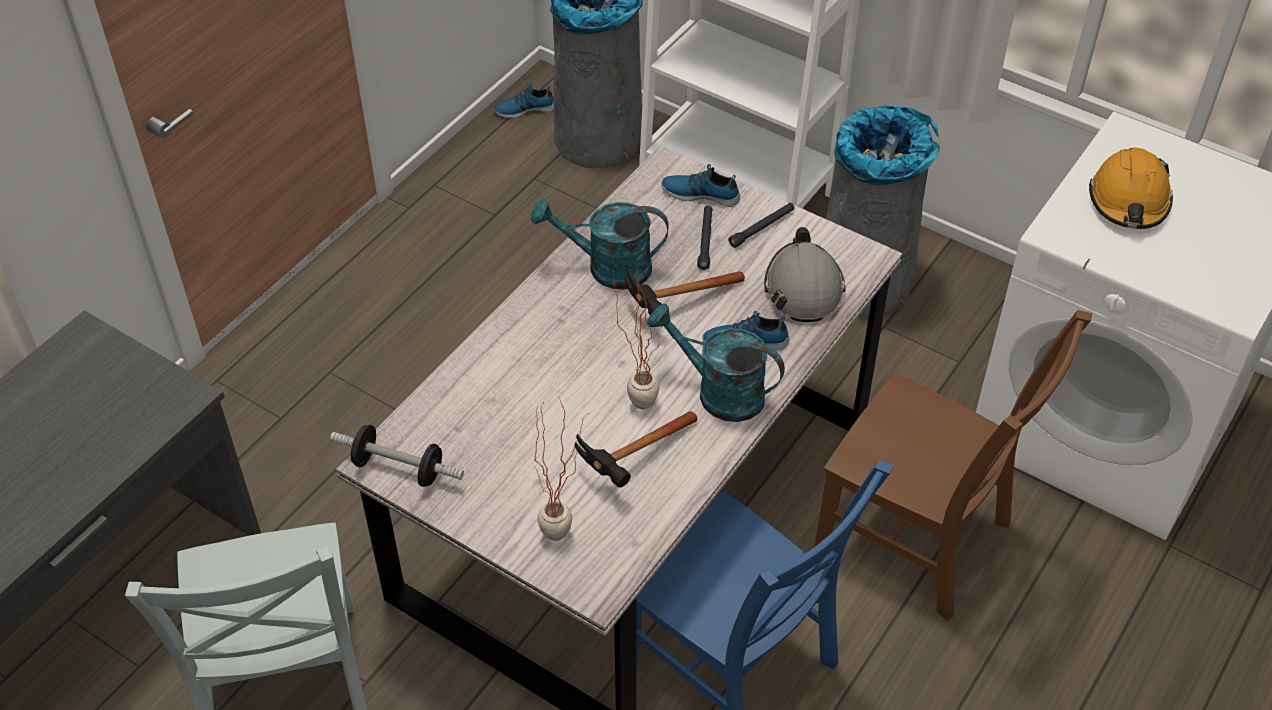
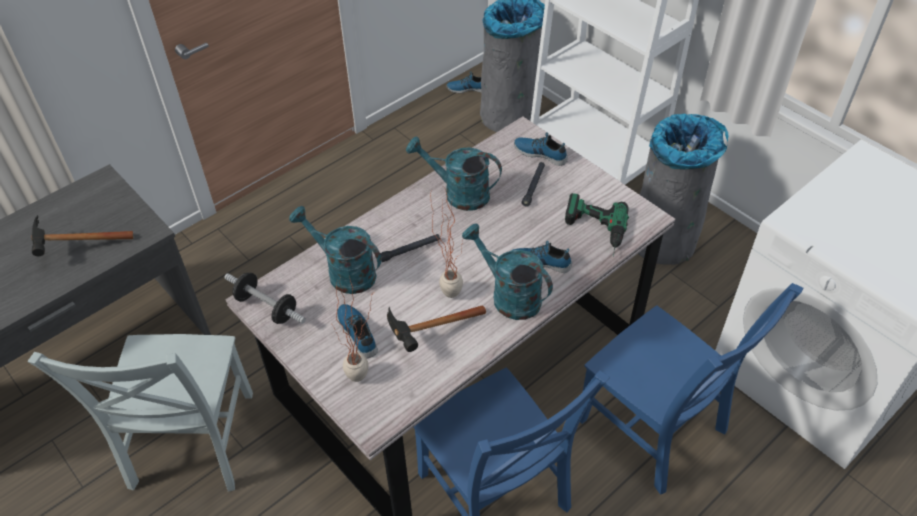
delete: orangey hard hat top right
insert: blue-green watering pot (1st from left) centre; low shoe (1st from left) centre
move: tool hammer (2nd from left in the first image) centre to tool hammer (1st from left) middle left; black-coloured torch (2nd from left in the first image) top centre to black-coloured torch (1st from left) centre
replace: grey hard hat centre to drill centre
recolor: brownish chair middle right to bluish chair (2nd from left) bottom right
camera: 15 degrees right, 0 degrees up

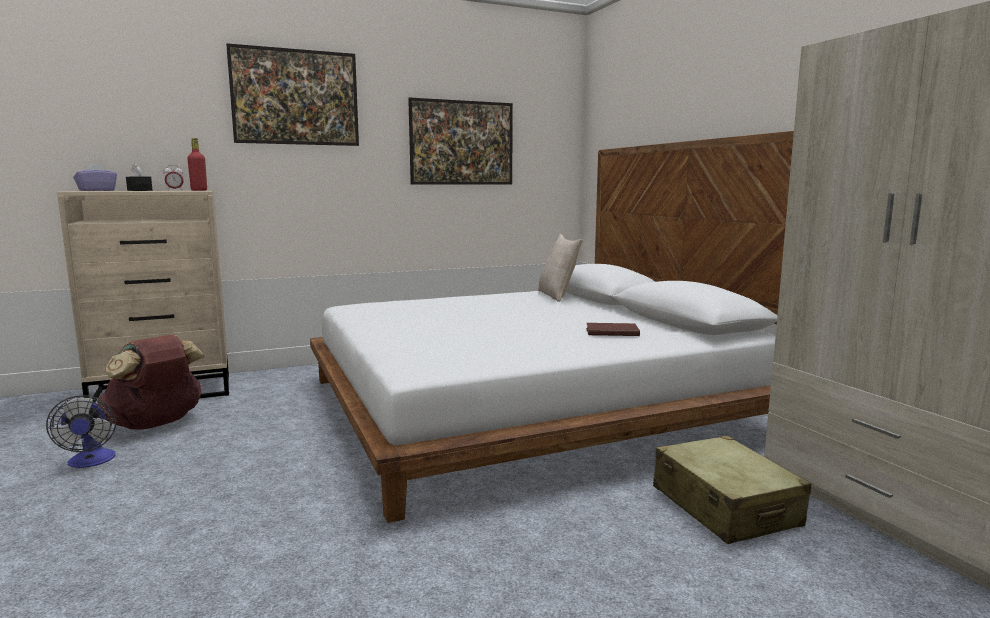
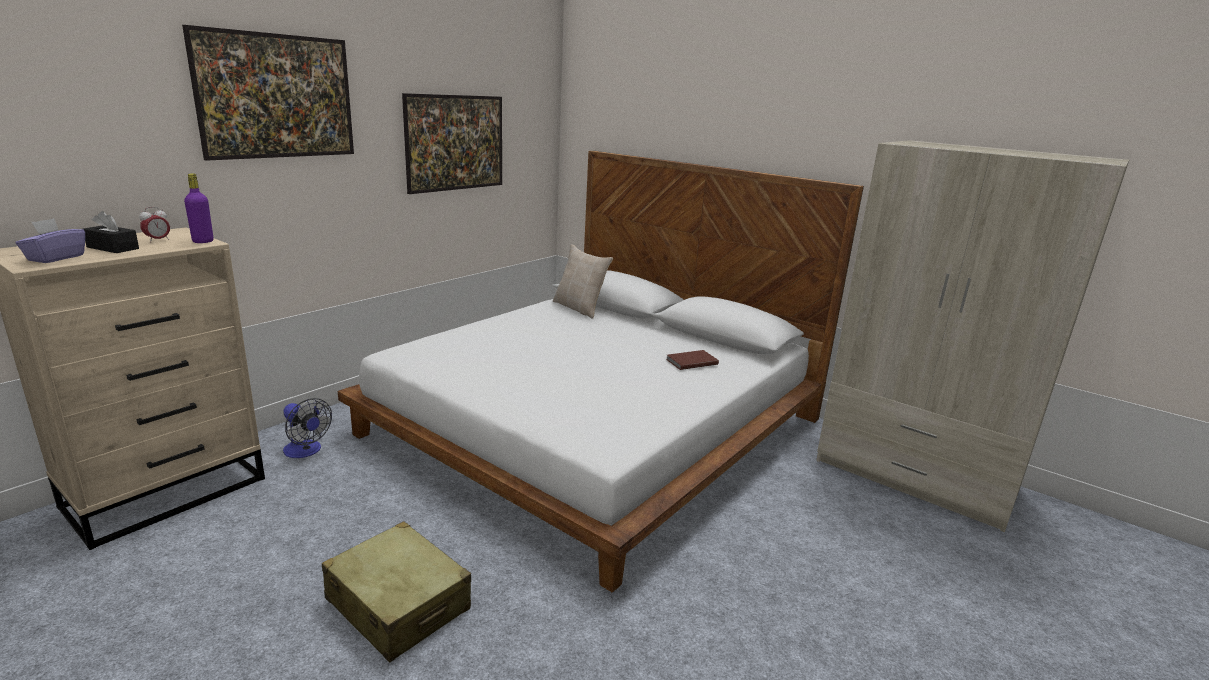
delete: brownish knapsack middle left
move: electric fan bottom left to middle left; sand-coloured travel case bottom right to bottom left
recolor: reddish drink bottle top left to purple-coloured drink bottle top left
camera: 30 degrees left, 10 degrees up

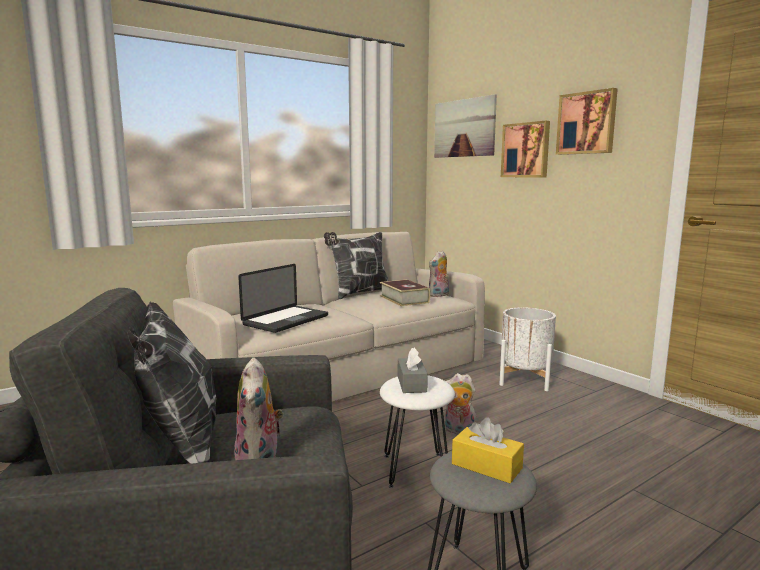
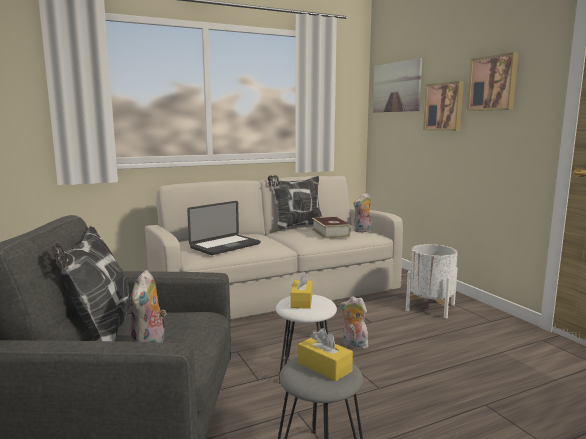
recolor: grey tissue holder centre to yellow-coloured tissue holder (1st from left) centre
camera: 10 degrees right, 0 degrees up

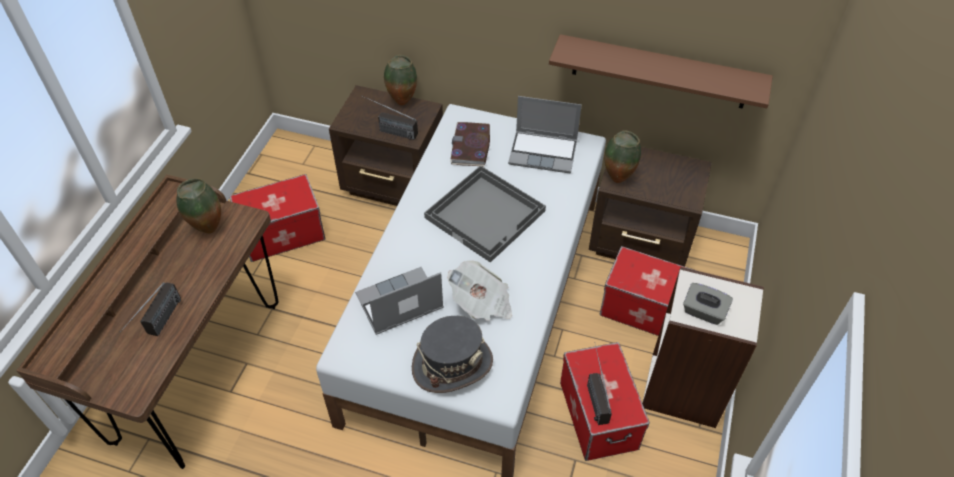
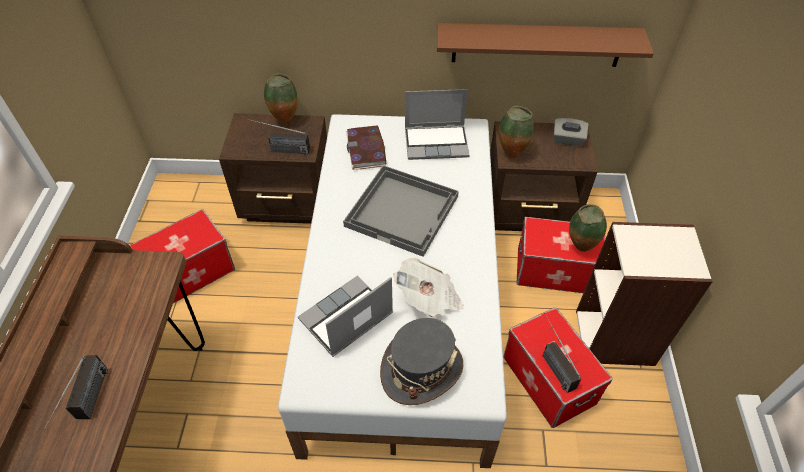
move: decorative vase (1st from left in the first image) middle left to decorative vase (3rd from left) middle right; grey tissue holder middle right to top right
camera: 15 degrees left, 0 degrees up

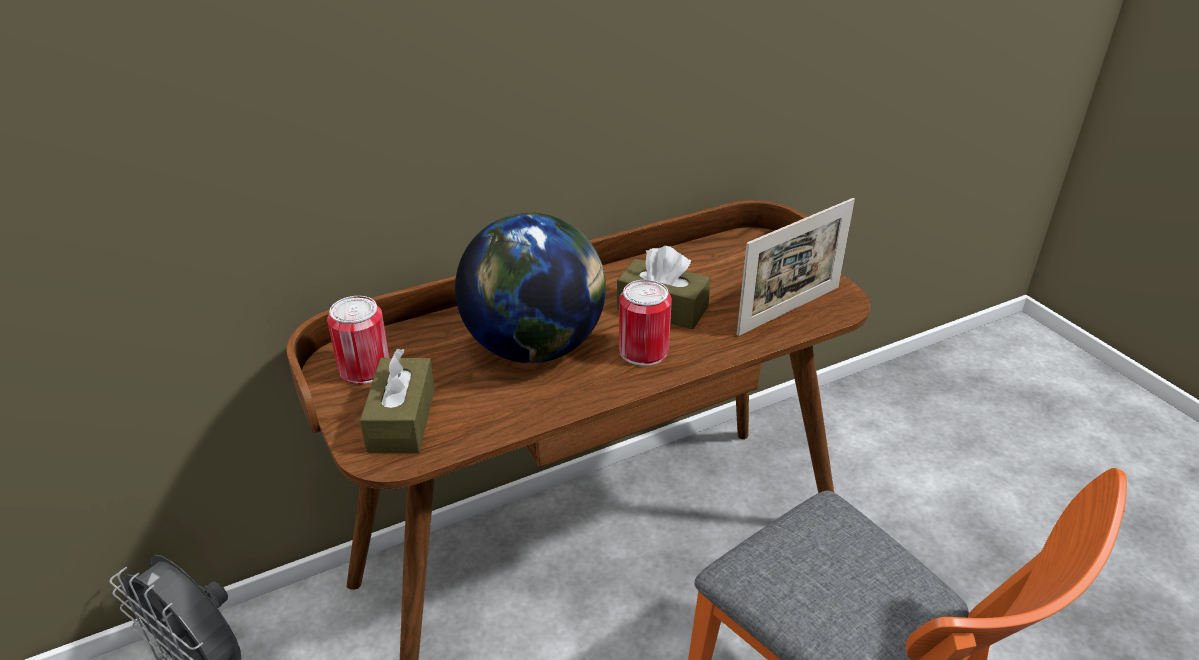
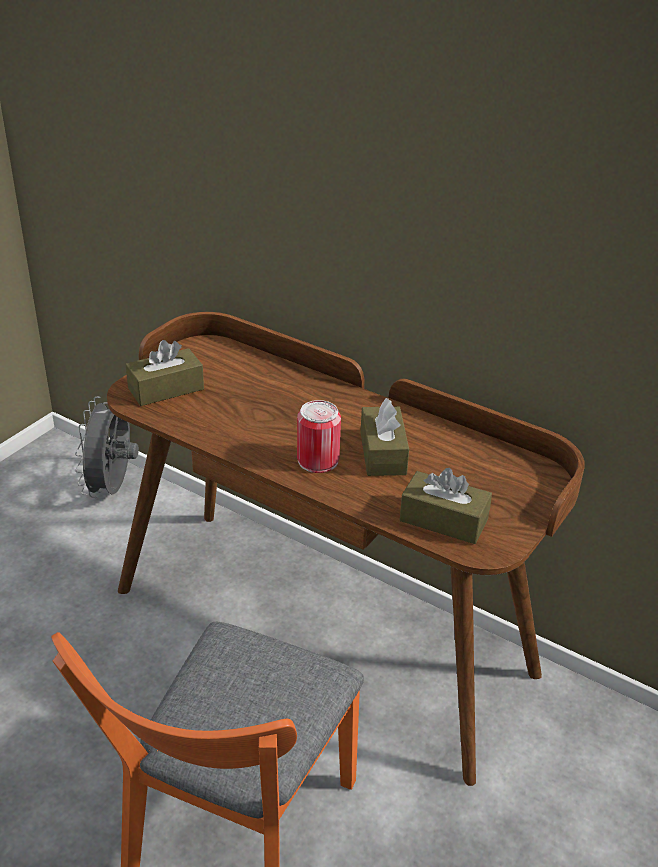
delete: metal can (1st from left) middle left; world globe centre
replace: picture frame centre to brownish tissue holder (3rd from left) middle right
camera: 60 degrees right, 0 degrees up

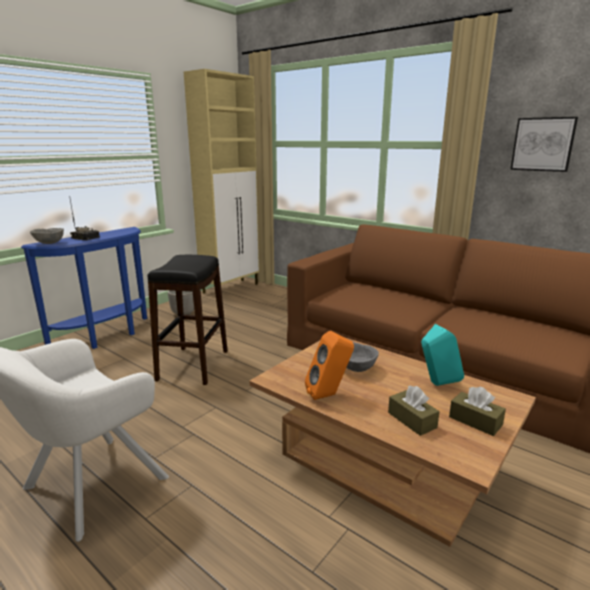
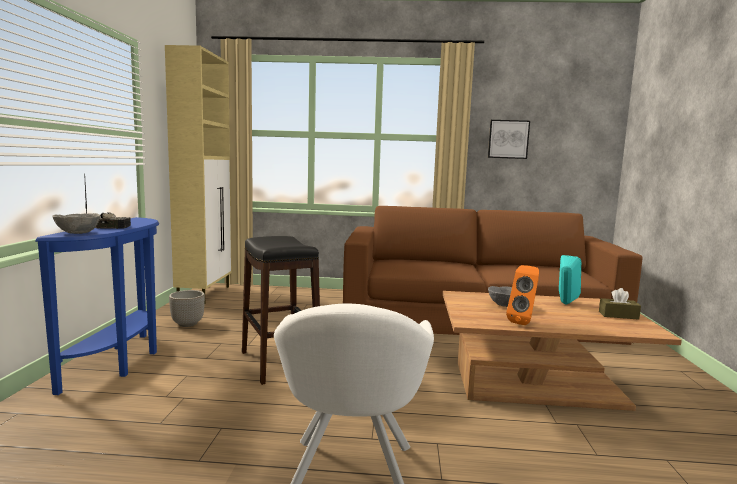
delete: brownish tissue holder (1st from left) bottom right
camera: 35 degrees left, 10 degrees down

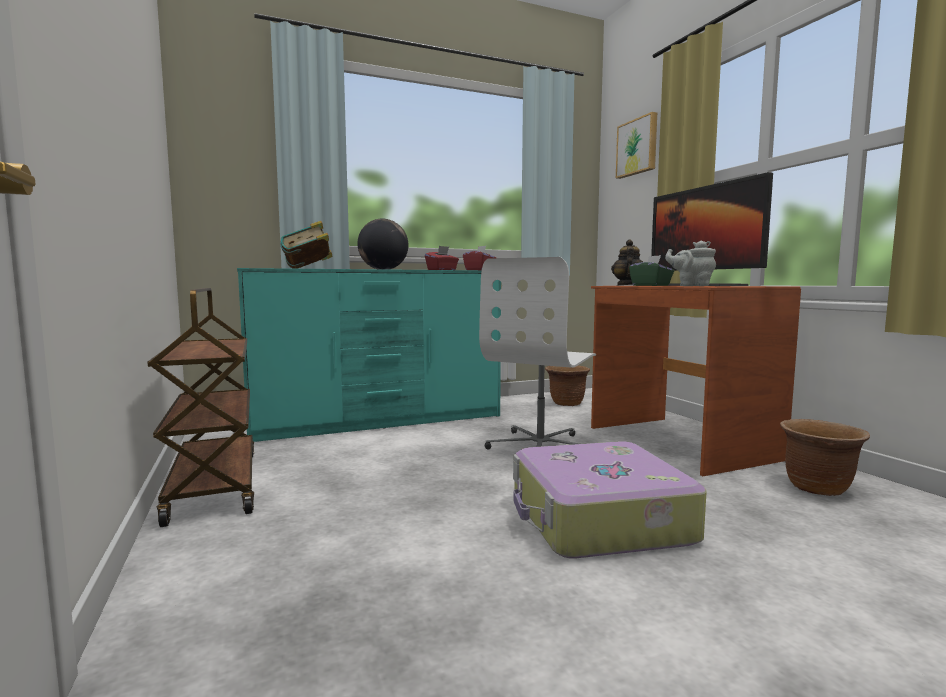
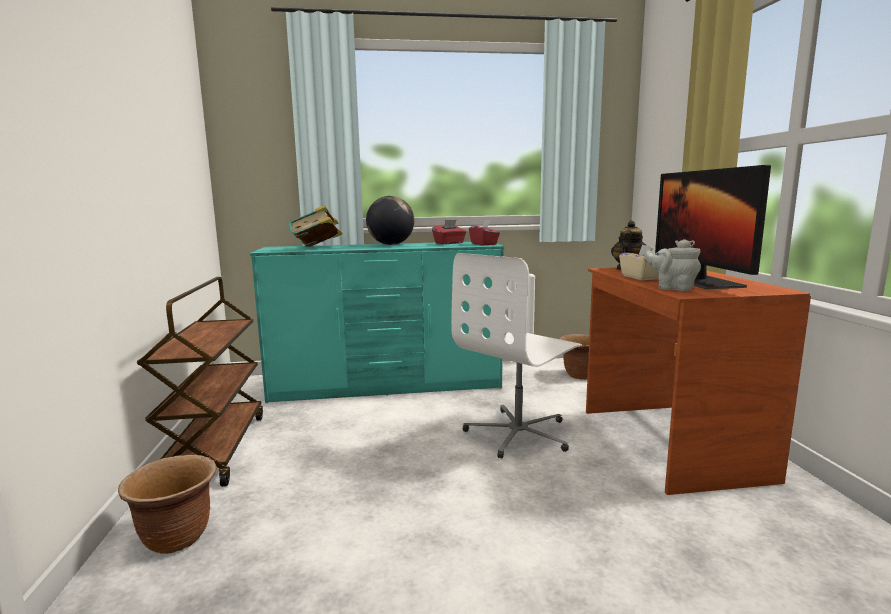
delete: travel case bottom centre; wall picture top right
move: brownish flower pot (2nd from left in the first image) middle right to brownish flower pot (1st from left) bottom left
recolor: greenish tissue holder middle right to sand-coloured tissue holder middle right
camera: 15 degrees right, 5 degrees up

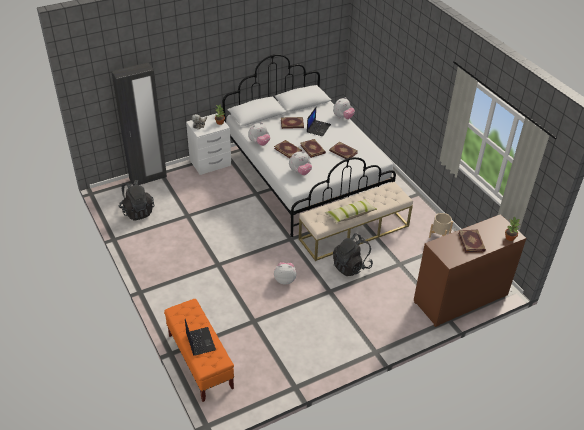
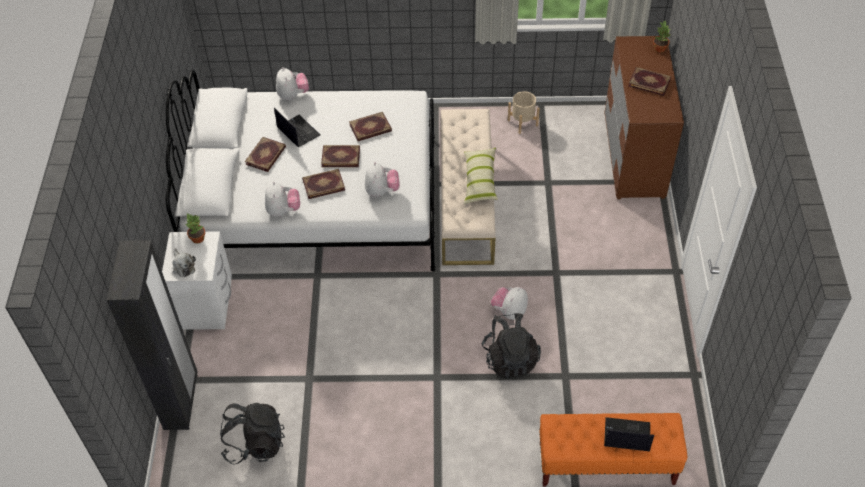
move: black-coloured knapsack (2nd from left) centre to bottom centre
camera: 60 degrees left, 10 degrees up

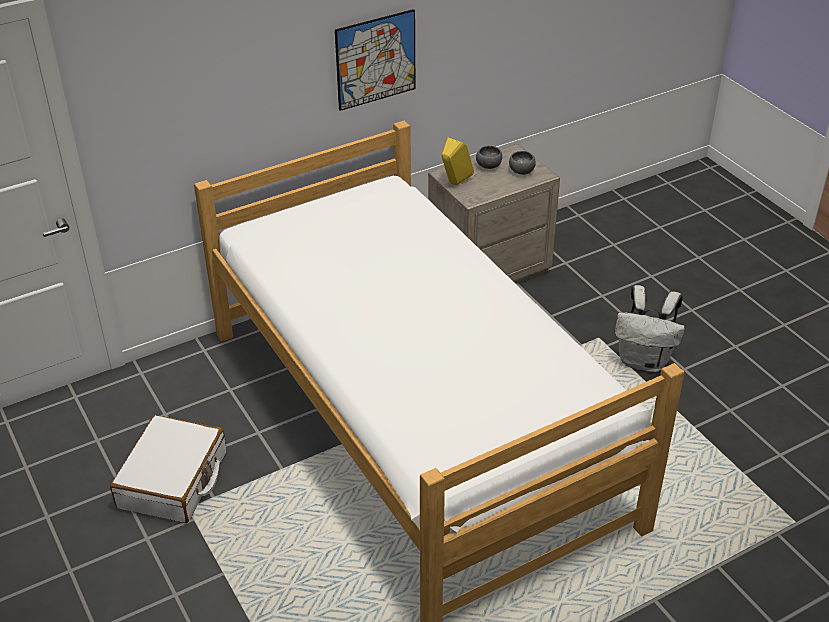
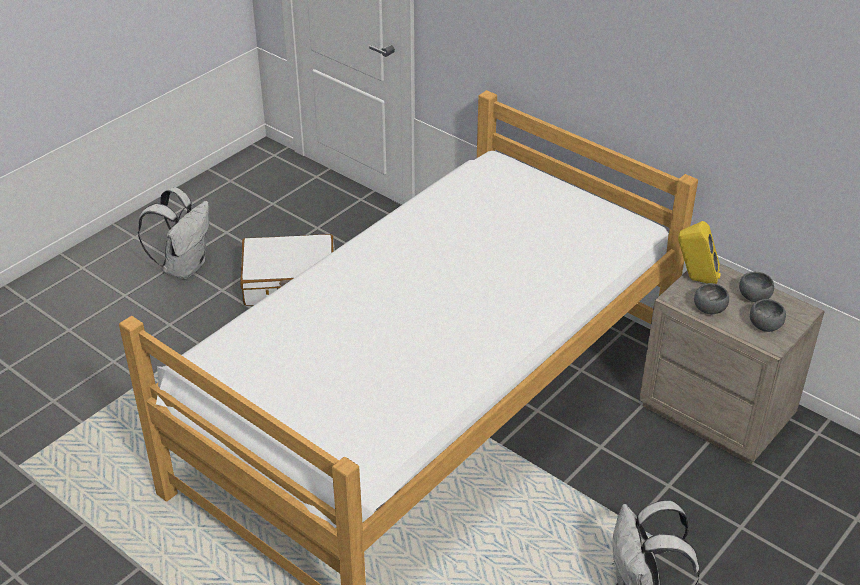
delete: wall picture top centre
insert: whitish knapsack (1st from left) middle left; grey bowl (1st from left) middle right
camera: 70 degrees right, 0 degrees up

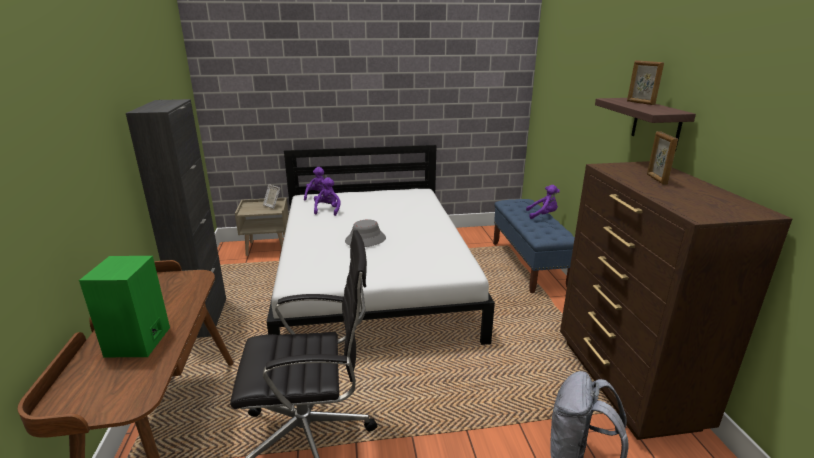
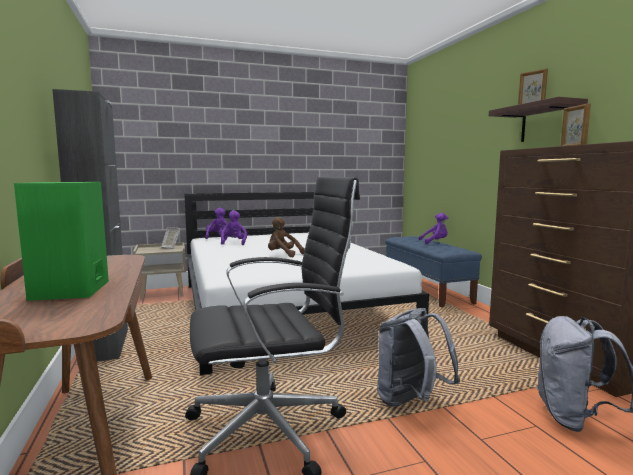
insert: grey knapsack (1st from left) bottom centre
replace: grey clothing hat centre to brownish plush toy centre
camera: 10 degrees left, 15 degrees down

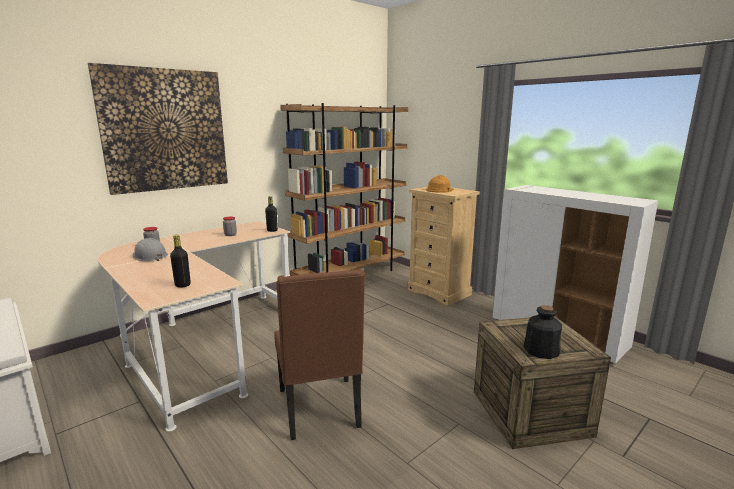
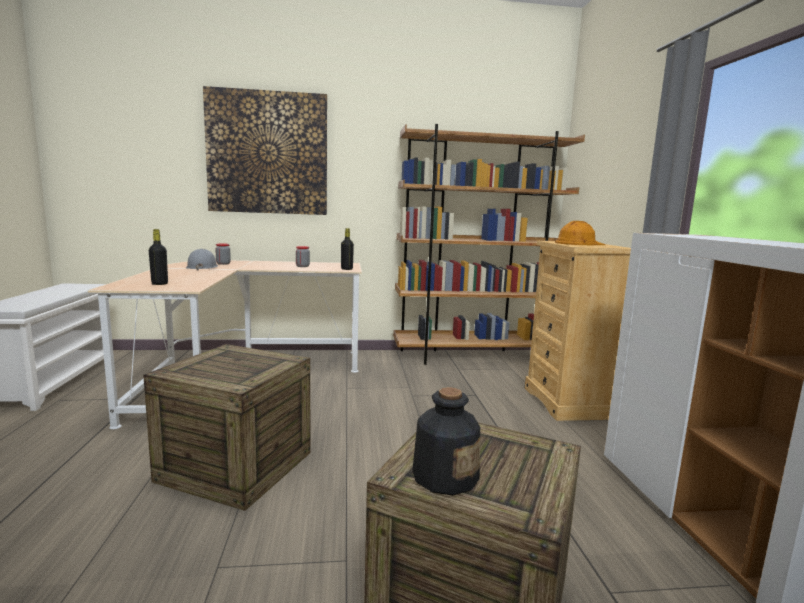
replace: brownish chair bottom centre to shipping crate (1st from left) bottom left
camera: 35 degrees right, 5 degrees down

